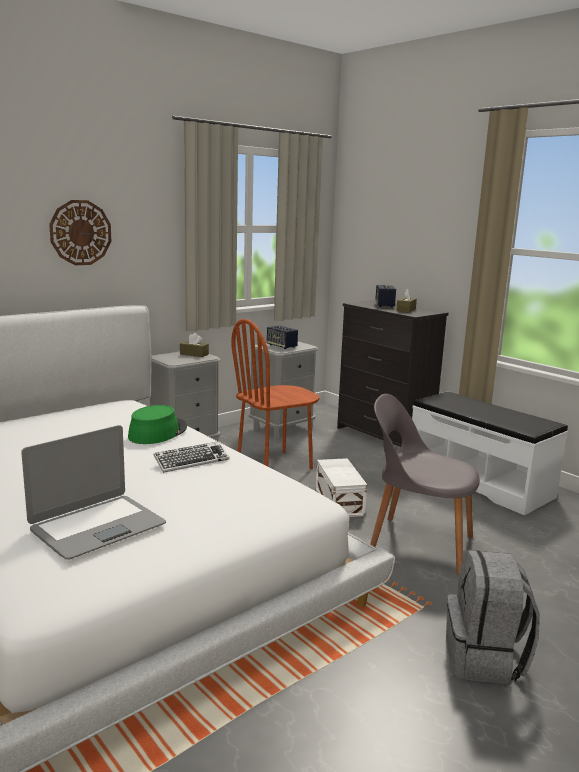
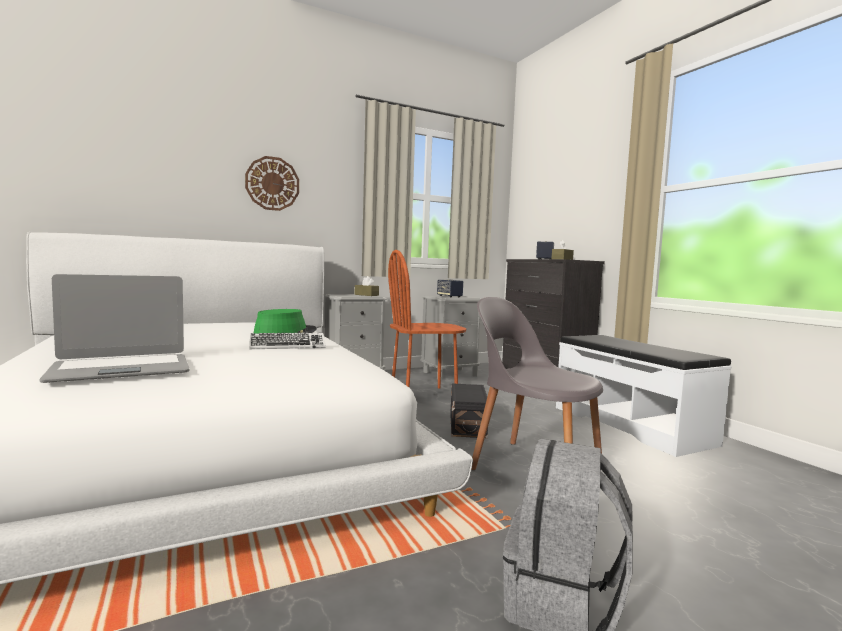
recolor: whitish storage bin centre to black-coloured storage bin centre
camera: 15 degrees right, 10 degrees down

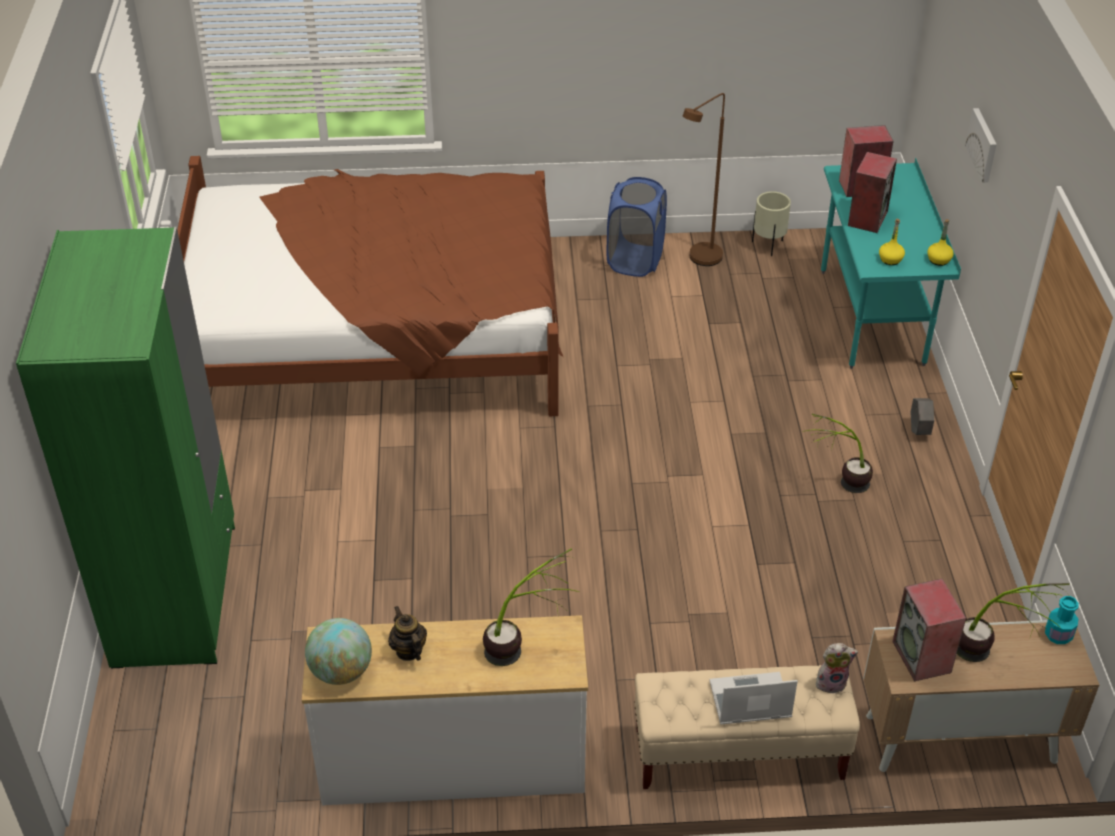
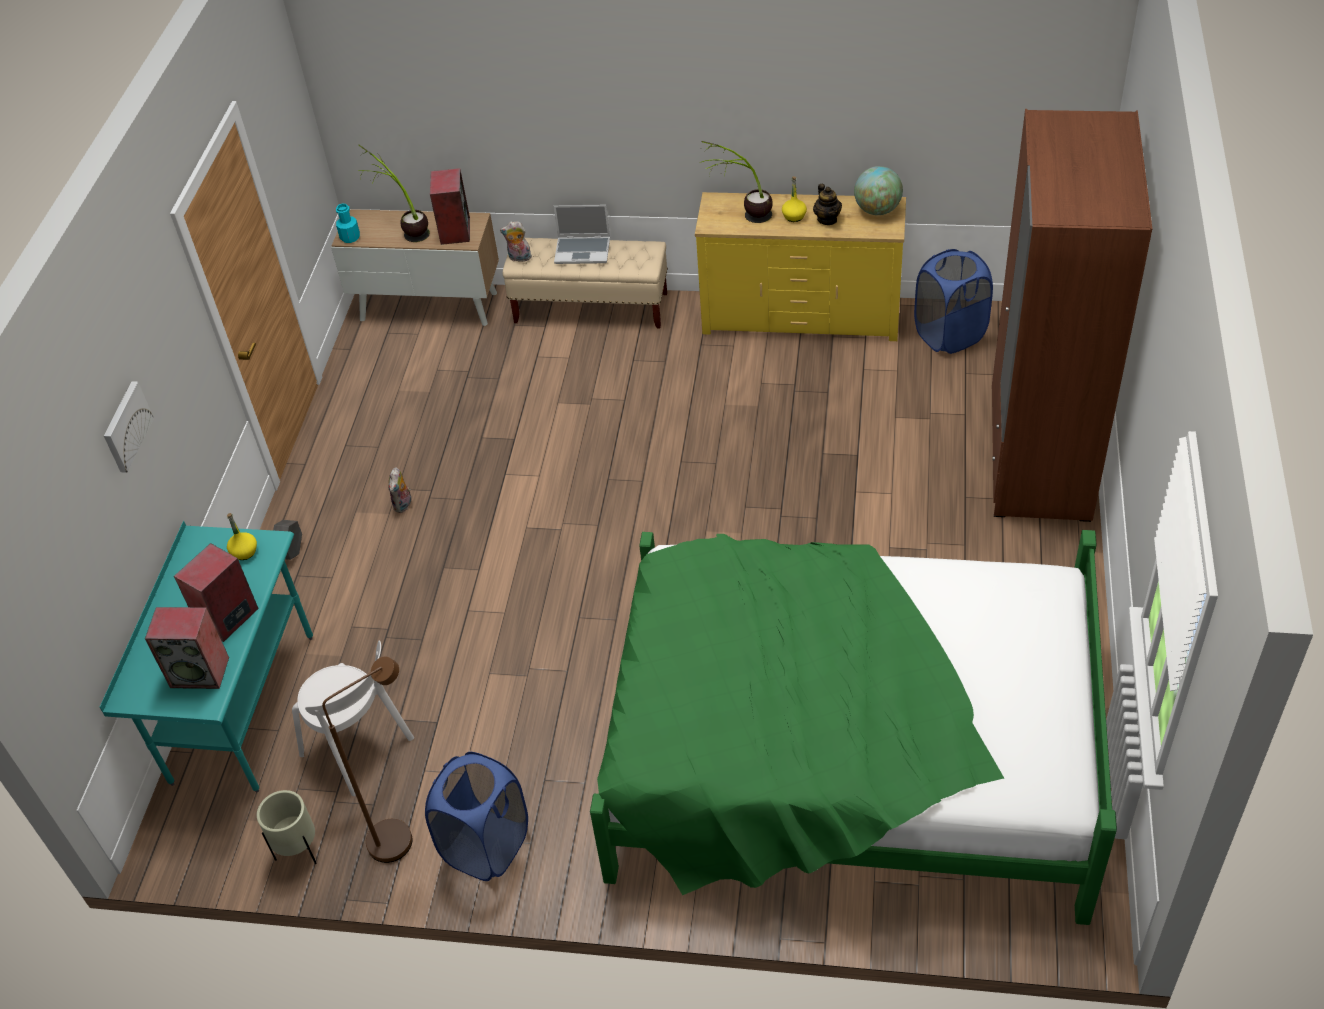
insert: whitish chair bottom left; bluish laundry basket (2nd from left) top right
move: yellow-coloured drink bottle (2nd from left) top right to top centre
replace: plant in a pot (2nd from left) middle right to plush toy (1st from left) middle left
recolor: greenish clothes cupboard middle left to brownish clothes cupboard top right; brownish sleeping bed middle left to greenish sleeping bed bottom centre; whitish chest of drawers bottom centre to yellow-coloured chest of drawers top centre
camera: 165 degrees left, 5 degrees up

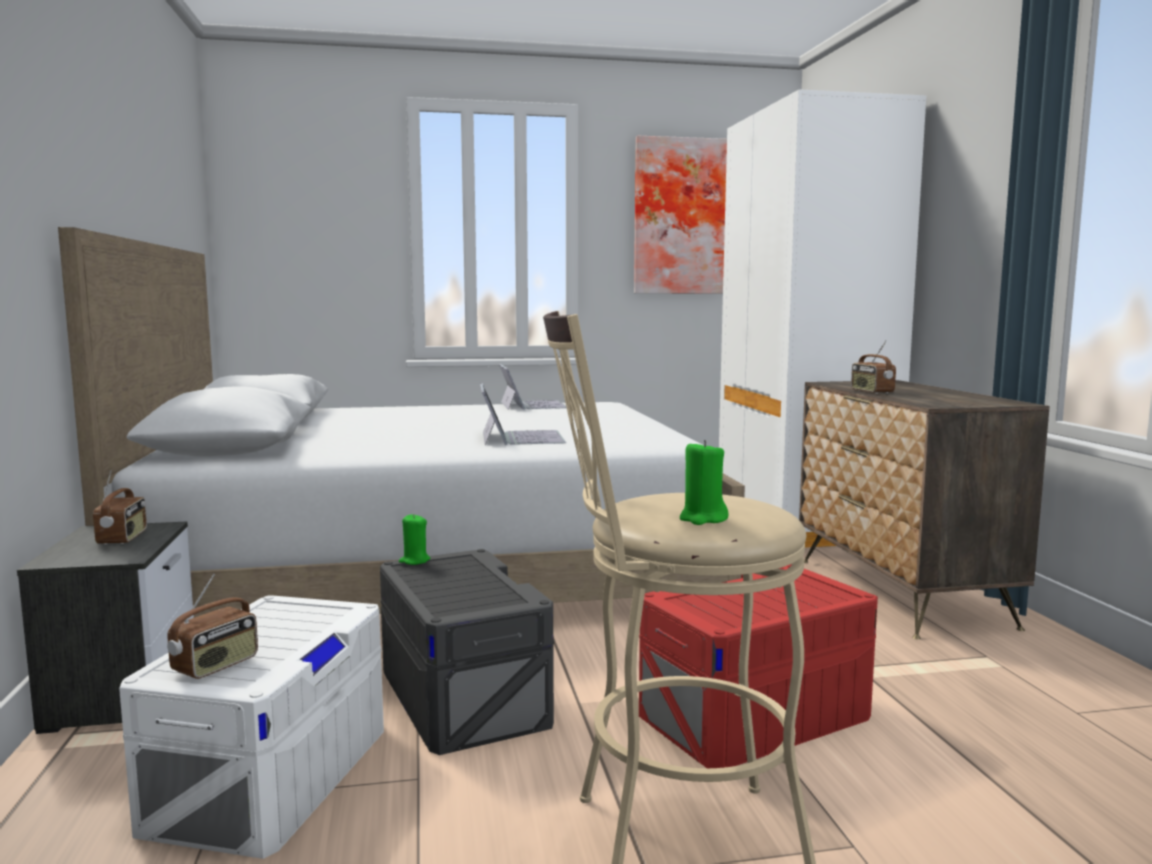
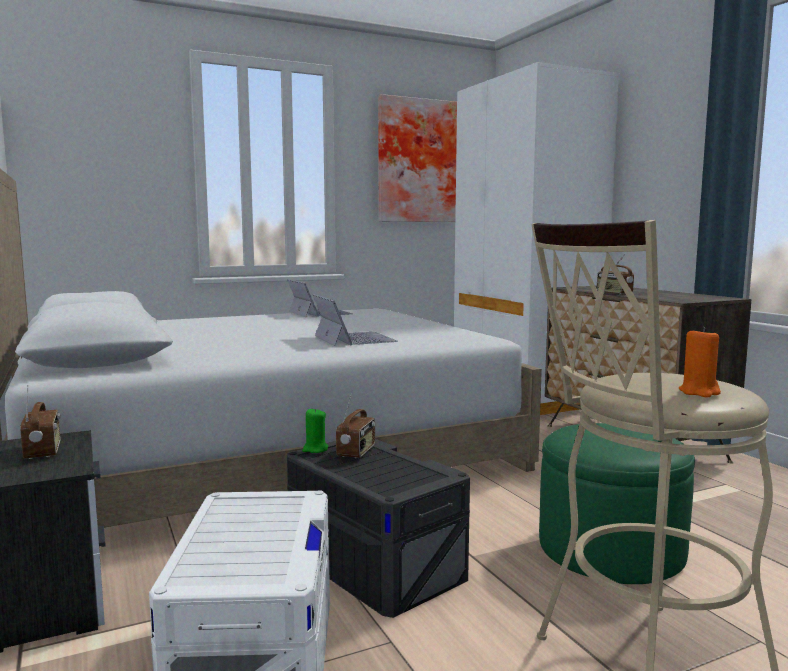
move: radio receiver (2nd from left) bottom left to centre
replace: reddish storage bin bottom centre to greenish ottoman bottom right
recolor: greenish wax light (2nd from left) centre to orangey wax light middle right
camera: 15 degrees left, 0 degrees up

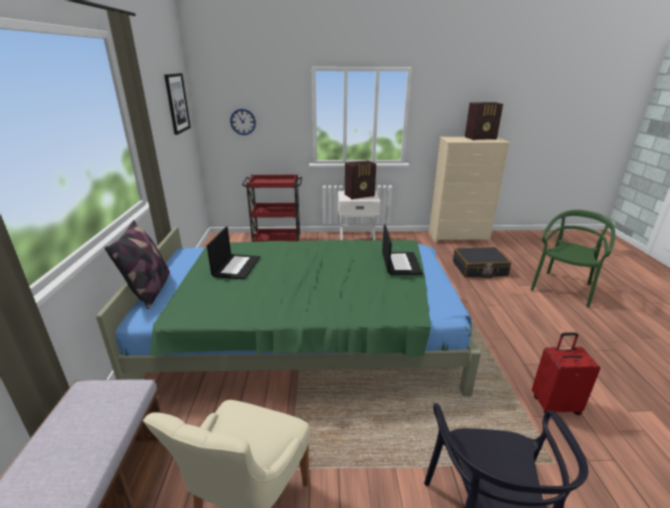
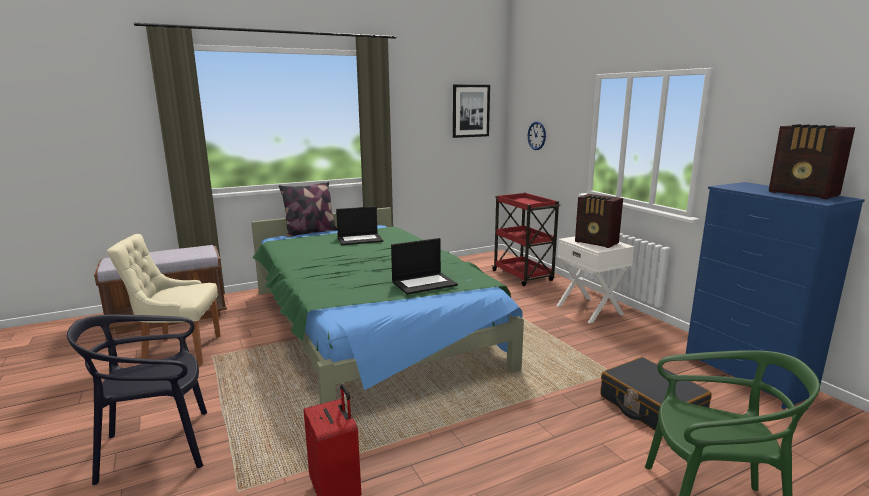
recolor: sand-coloured chest of drawers middle right to bluish chest of drawers middle right
camera: 65 degrees right, 10 degrees down

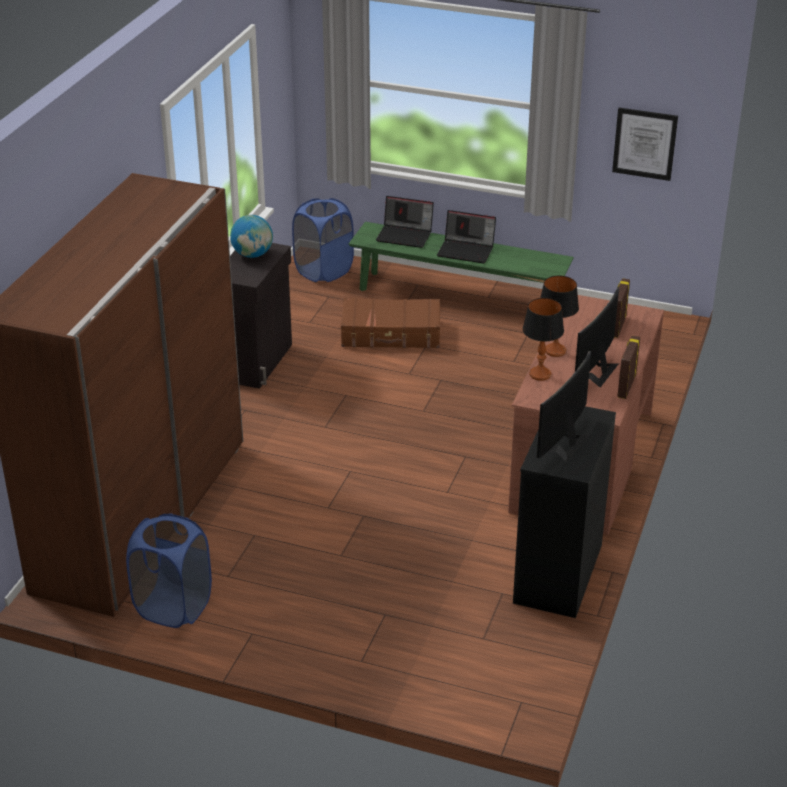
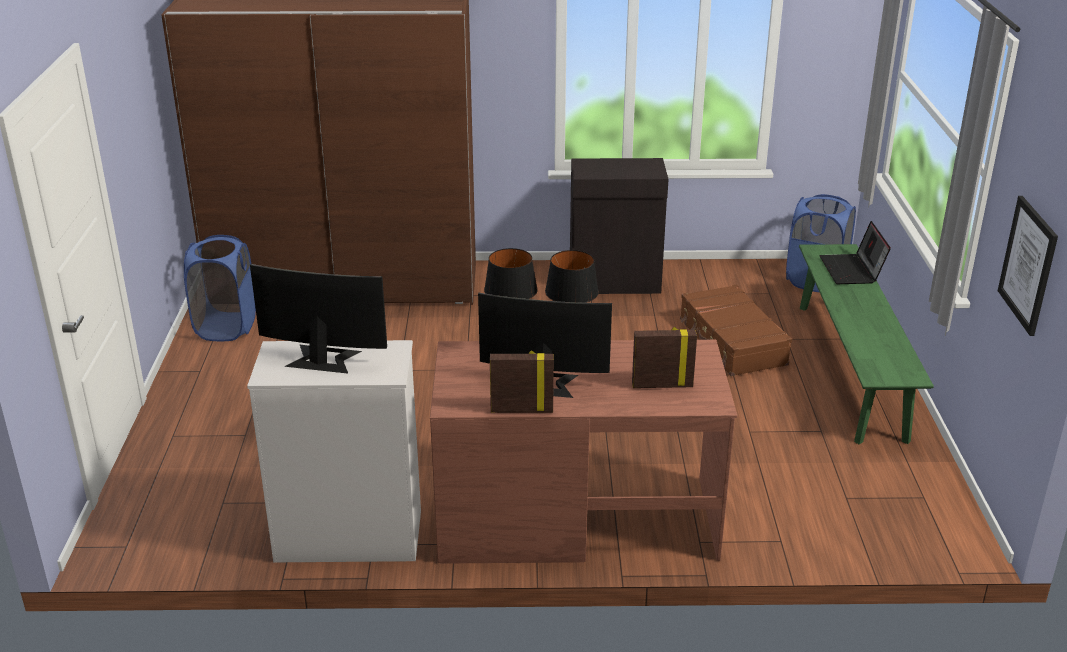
delete: world globe top left; laptop (2nd from left) top centre
recolor: black-coloured chest of drawers middle right to whitish chest of drawers bottom left
camera: 70 degrees right, 5 degrees down

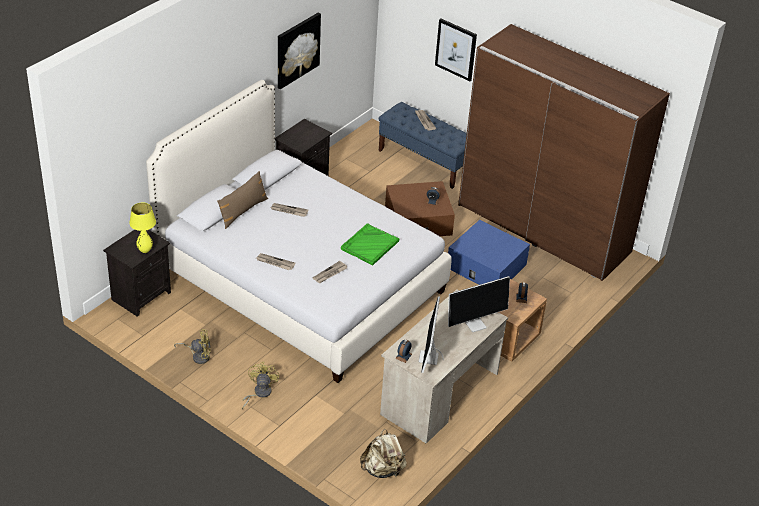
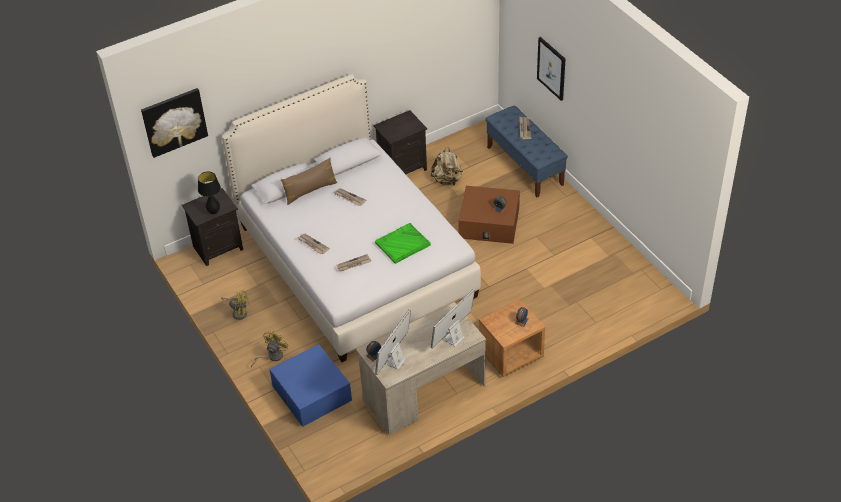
delete: brownish clothes cupboard top right
move: wall picture (1st from left) top centre to top left; sand-coloured knapsack bottom centre to top centre; bluish storage bin centre to bottom centre
recolor: yellow-coloured table lamp middle left to black-coloured table lamp middle left
rotate: monitor (2nd from left) centre = centre 135 degrees clockwise
camera: 25 degrees right, 5 degrees up

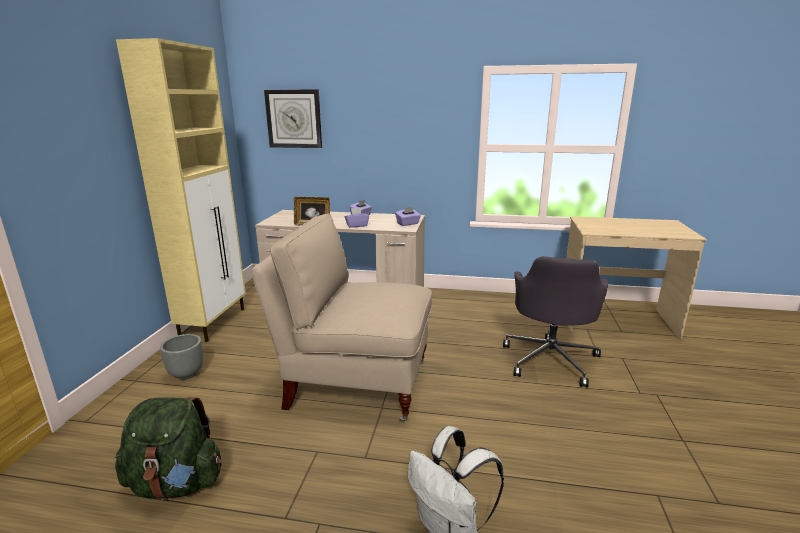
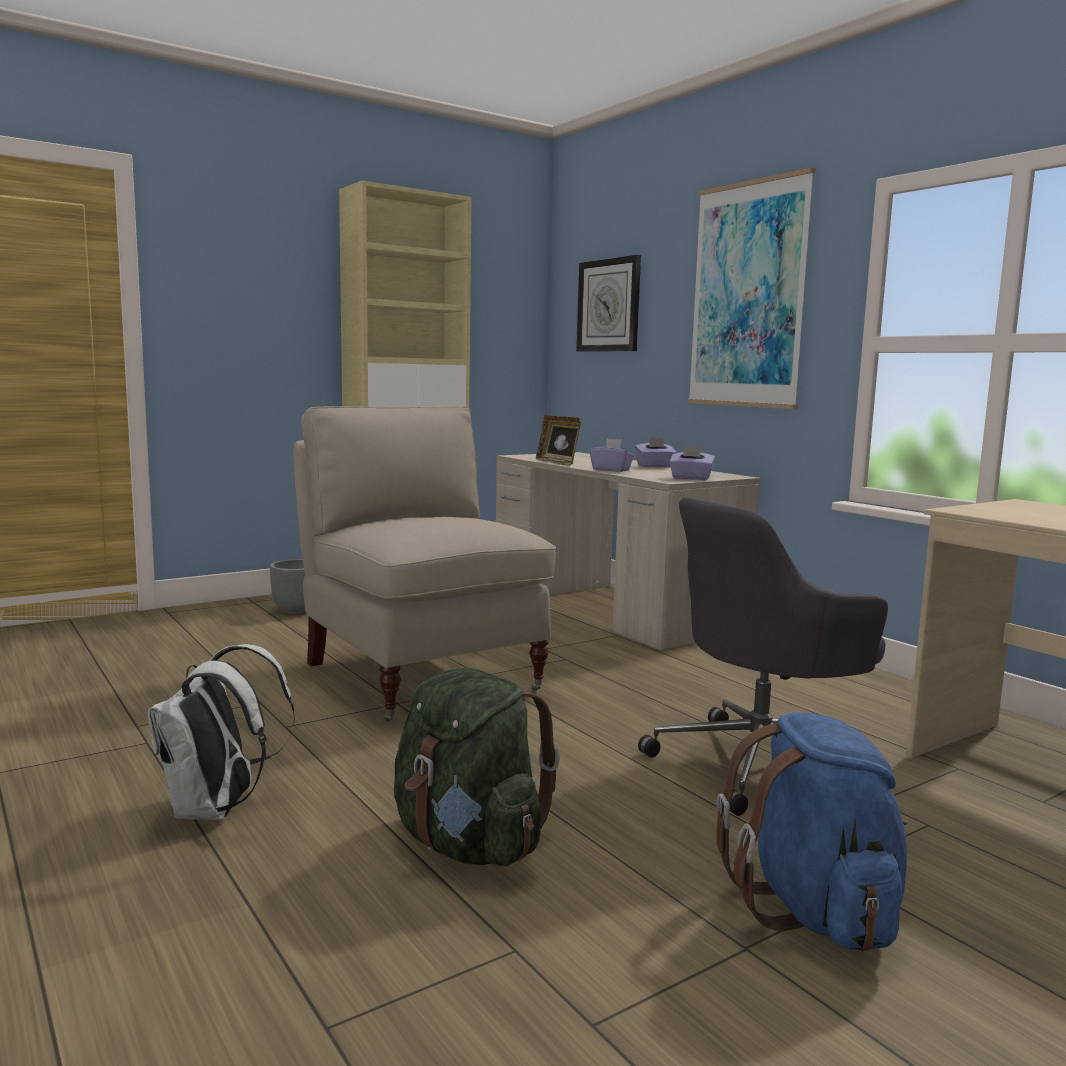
insert: wall picture top right; bluish knapsack bottom right
move: greenish knapsack bottom left to bottom centre
camera: 45 degrees right, 10 degrees down

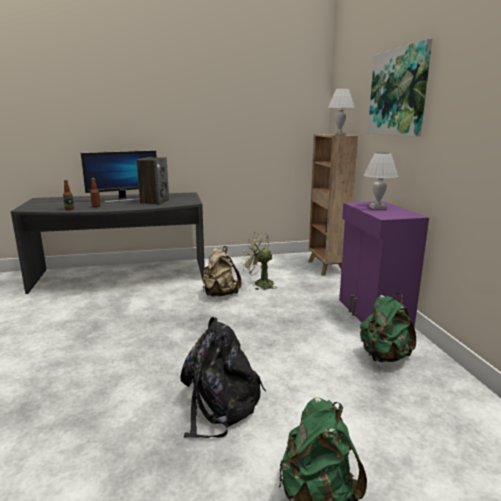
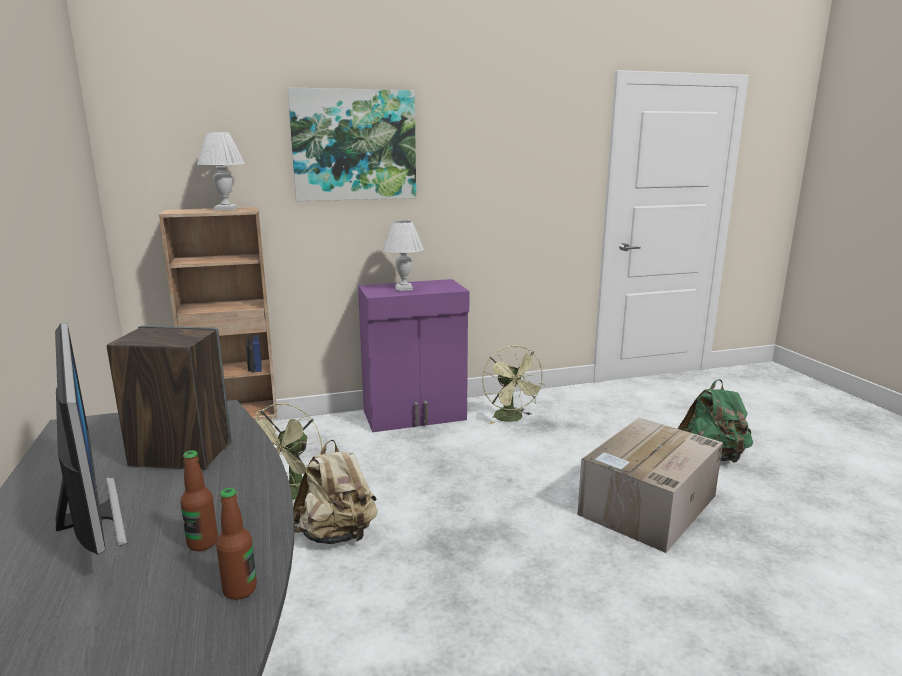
replace: black-coloured knapsack bottom centre to packing box bottom right; greenish knapsack (2nd from left) middle right to greenish electric fan (2nd from left) centre
camera: 95 degrees left, 0 degrees up

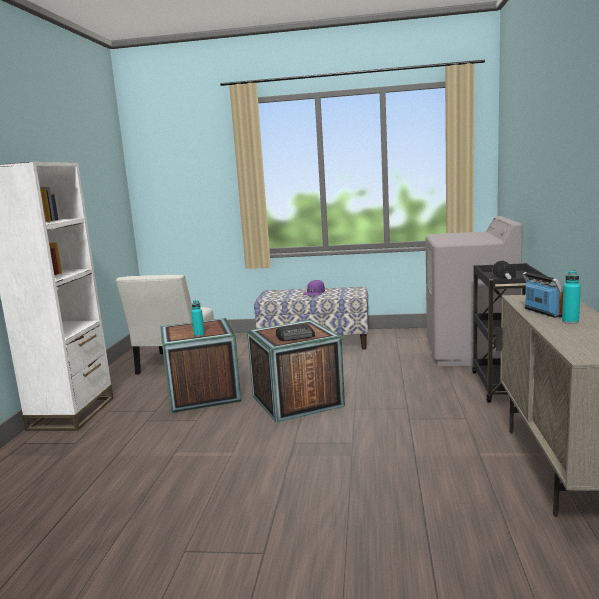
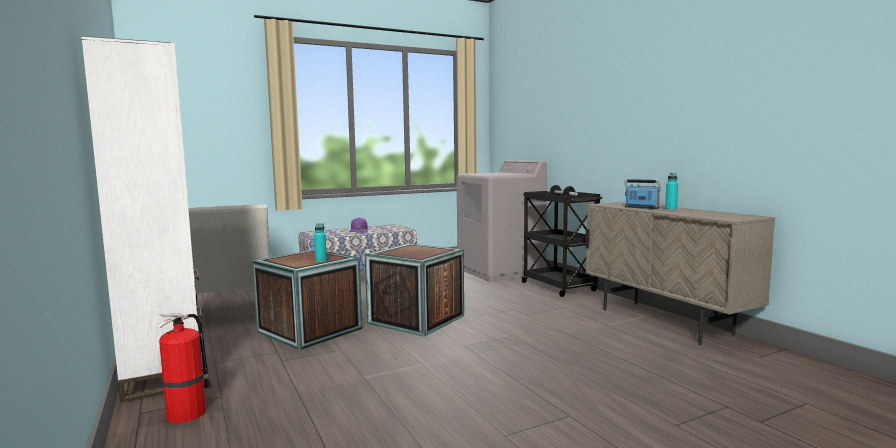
delete: radio receiver (1st from left) centre
insert: extinguisher bottom left
camera: 35 degrees left, 5 degrees down

